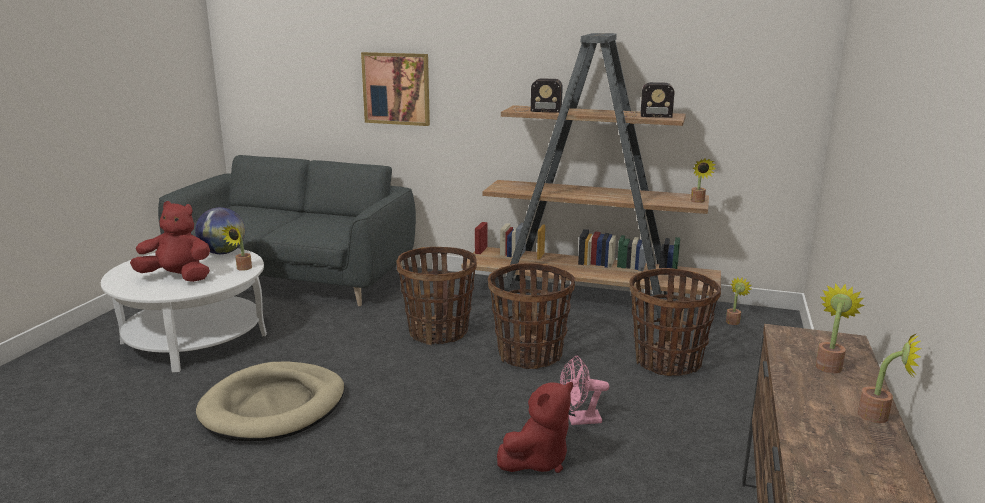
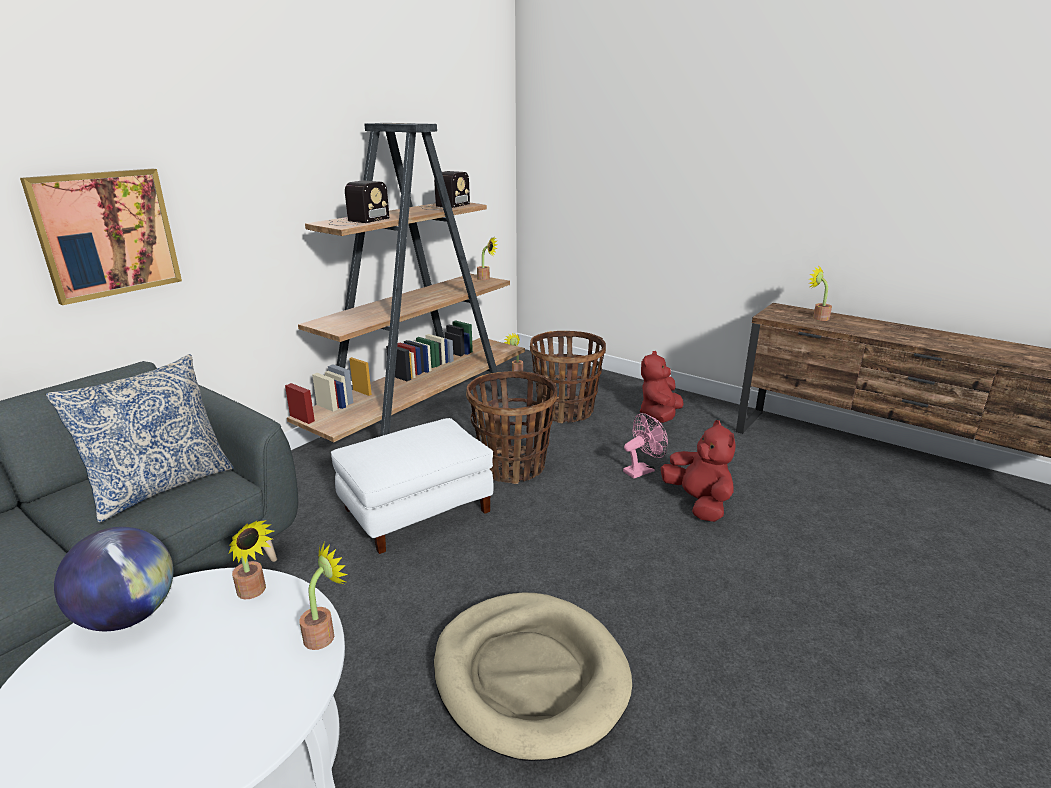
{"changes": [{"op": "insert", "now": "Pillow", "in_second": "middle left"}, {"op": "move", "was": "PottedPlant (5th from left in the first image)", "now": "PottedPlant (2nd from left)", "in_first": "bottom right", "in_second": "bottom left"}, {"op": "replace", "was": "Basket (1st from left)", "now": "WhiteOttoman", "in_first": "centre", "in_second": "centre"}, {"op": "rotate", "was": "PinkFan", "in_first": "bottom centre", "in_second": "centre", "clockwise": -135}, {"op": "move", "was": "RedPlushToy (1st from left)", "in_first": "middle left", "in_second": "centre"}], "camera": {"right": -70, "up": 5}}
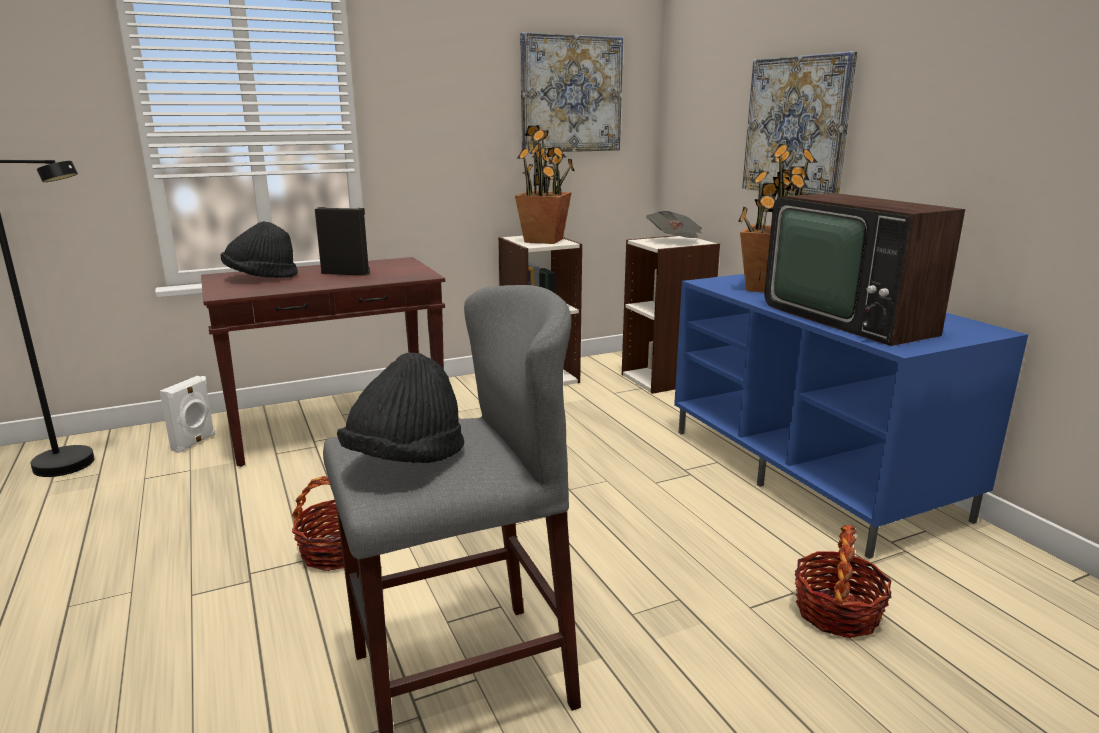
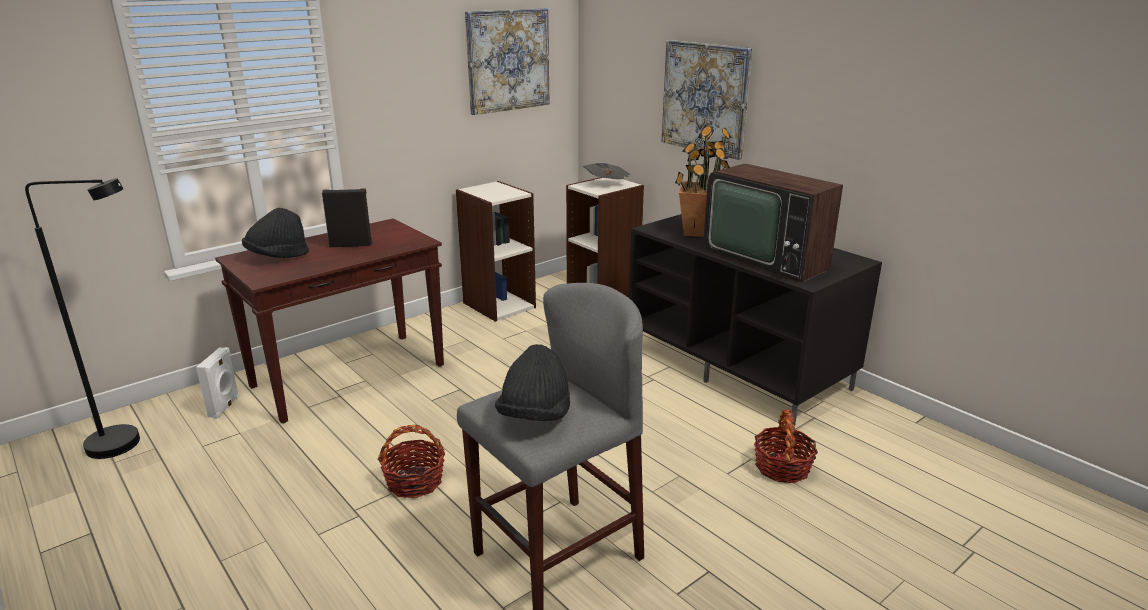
{"changes": [{"op": "recolor", "was": "BlueTvStand", "now": "BlackTvStand", "in_first": "middle right", "in_second": "centre"}, {"op": "delete", "was": "PottedPlant (1st from left)", "in_first": "top centre"}], "camera": {"right": -15, "up": 5}}
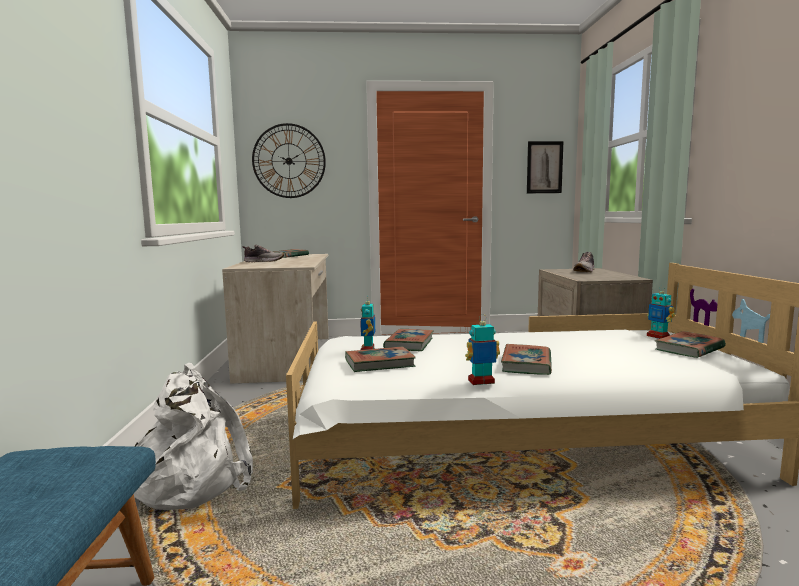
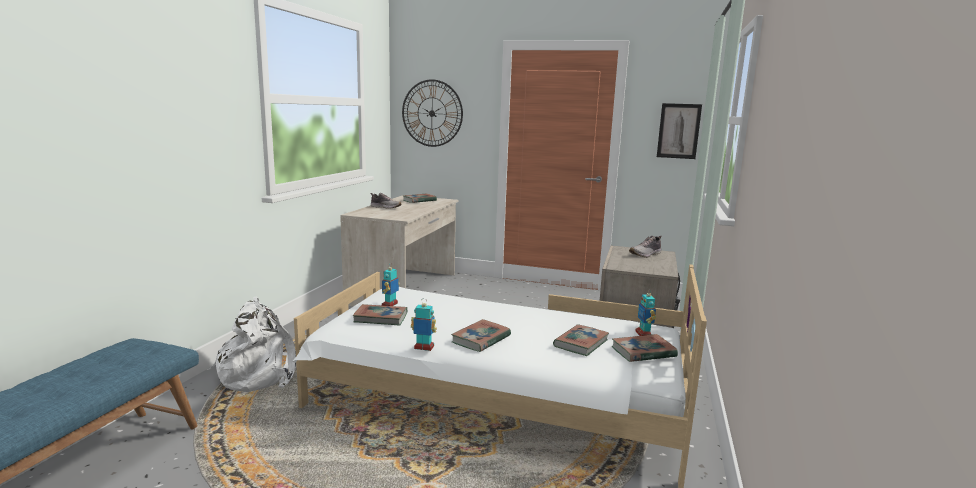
{"changes": [{"op": "move", "was": "Book (3rd from left in the first image)", "now": "Book (4th from left)", "in_first": "centre", "in_second": "bottom centre"}], "camera": {"right": 20, "up": 5}}
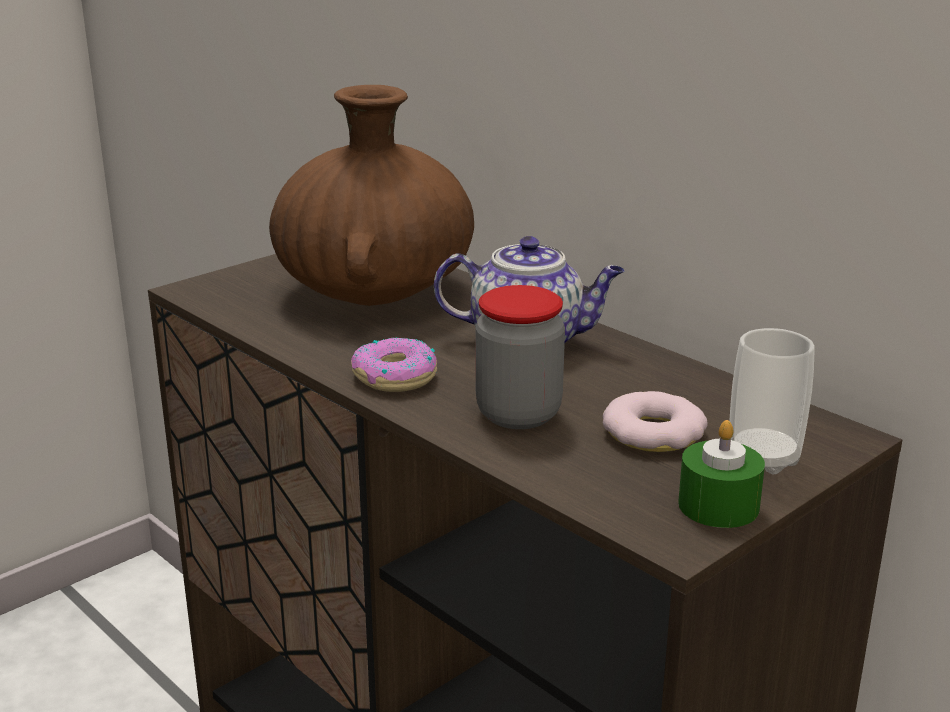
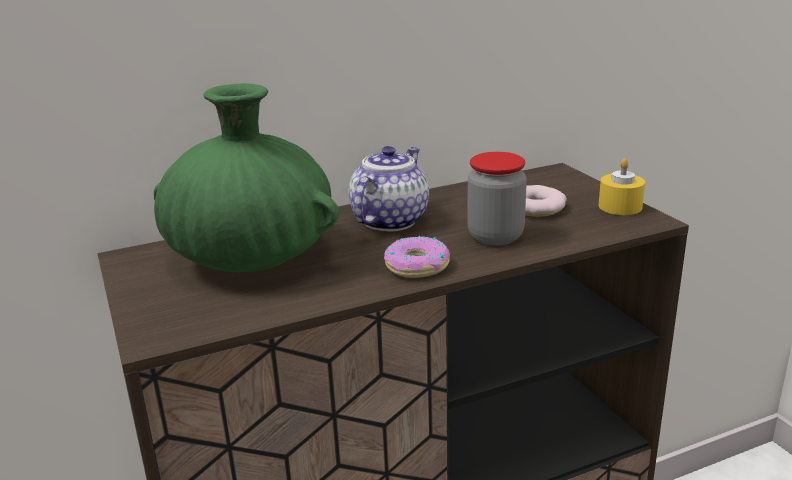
{"changes": [{"op": "recolor", "was": "BrownVase", "now": "GreenVase", "in_first": "top centre", "in_second": "middle left"}, {"op": "recolor", "was": "GreenCandle", "now": "YellowCandle", "in_first": "middle right", "in_second": "middle right"}, {"op": "delete", "was": "Cup", "in_first": "middle right"}], "camera": {"right": -70, "up": 0}}
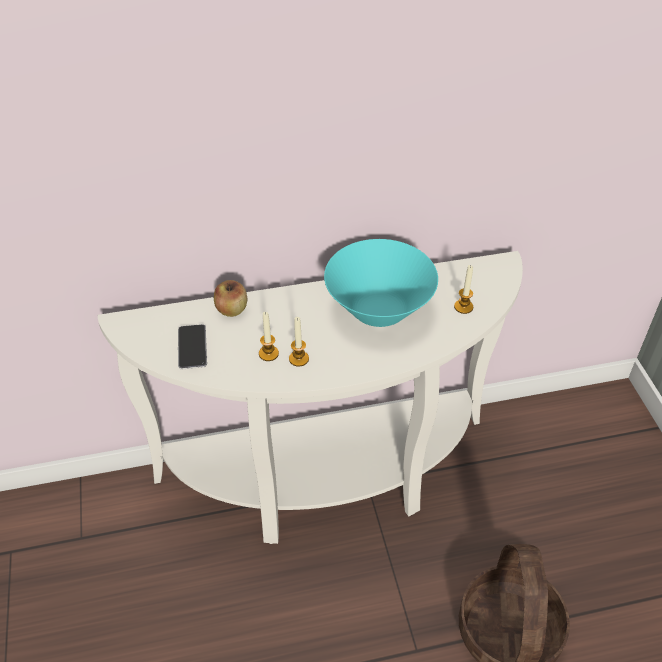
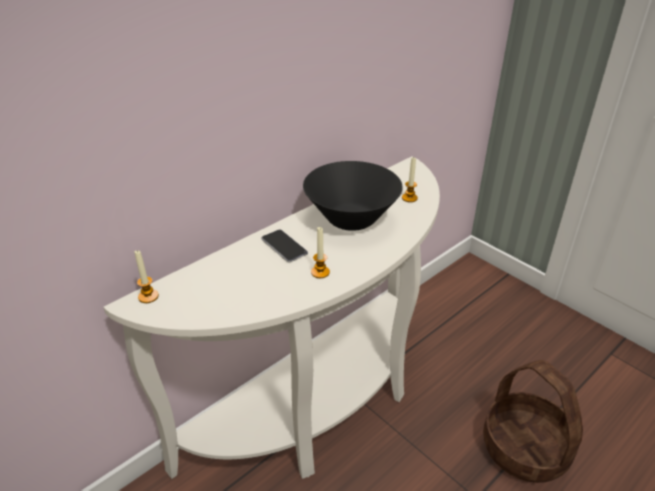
{"changes": [{"op": "move", "was": "Candle (1st from left)", "in_first": "centre", "in_second": "middle left"}, {"op": "move", "was": "Phone", "in_first": "middle left", "in_second": "centre"}, {"op": "recolor", "was": "TurquoiseBowl", "now": "BlackBowl", "in_first": "centre", "in_second": "centre"}, {"op": "delete", "was": "Apple", "in_first": "centre"}], "camera": {"right": -30, "up": -10}}
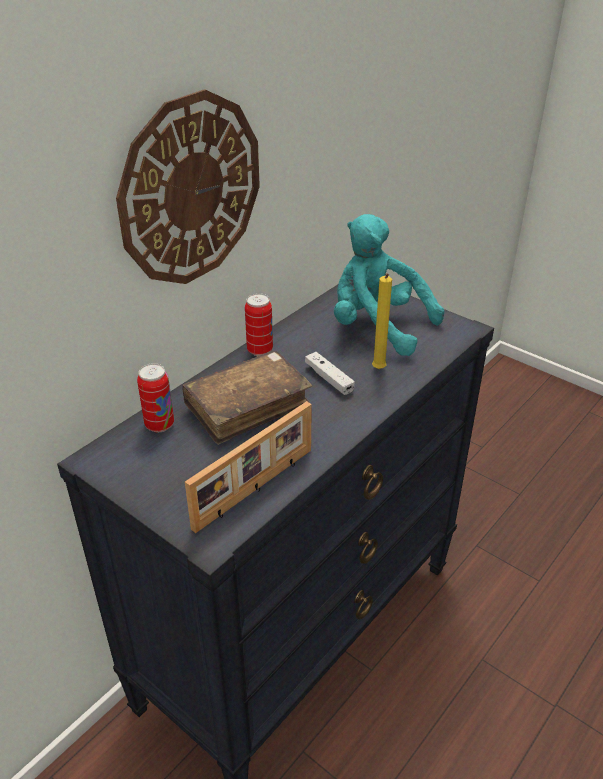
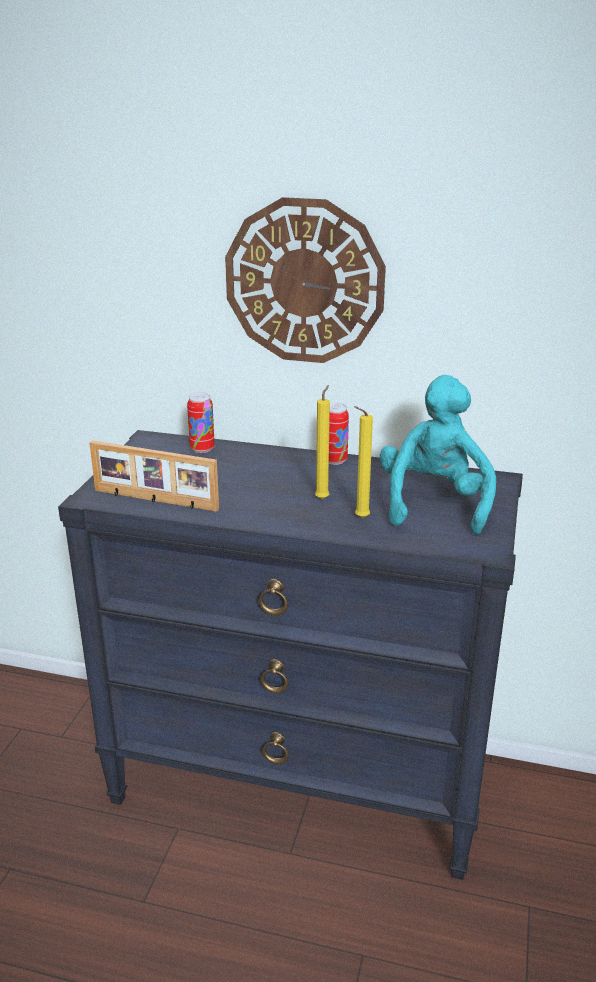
{"changes": [{"op": "replace", "was": "WhiteGameController", "now": "YellowCandle (1st from left)", "in_first": "centre", "in_second": "centre"}, {"op": "delete", "was": "BrownBook", "in_first": "centre"}], "camera": {"right": 65, "up": -10}}
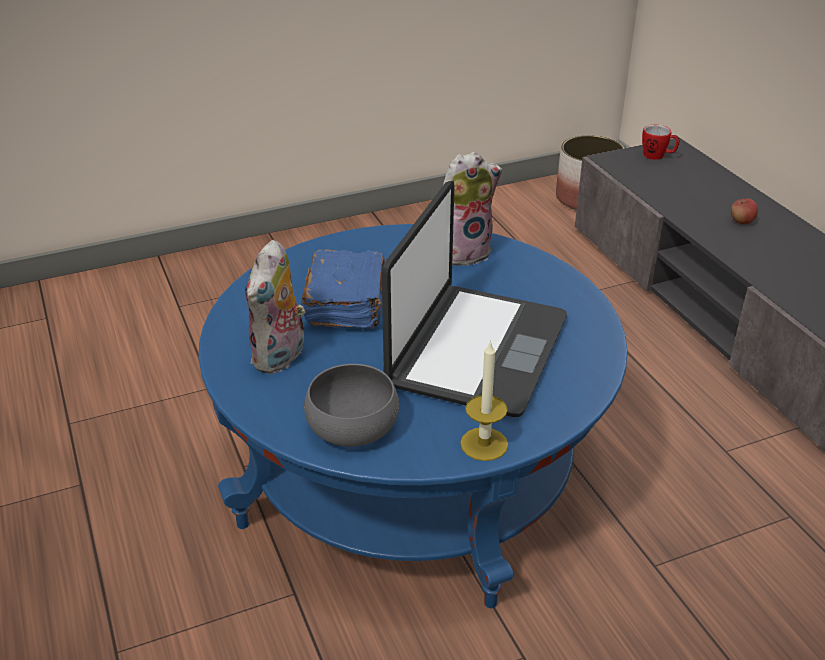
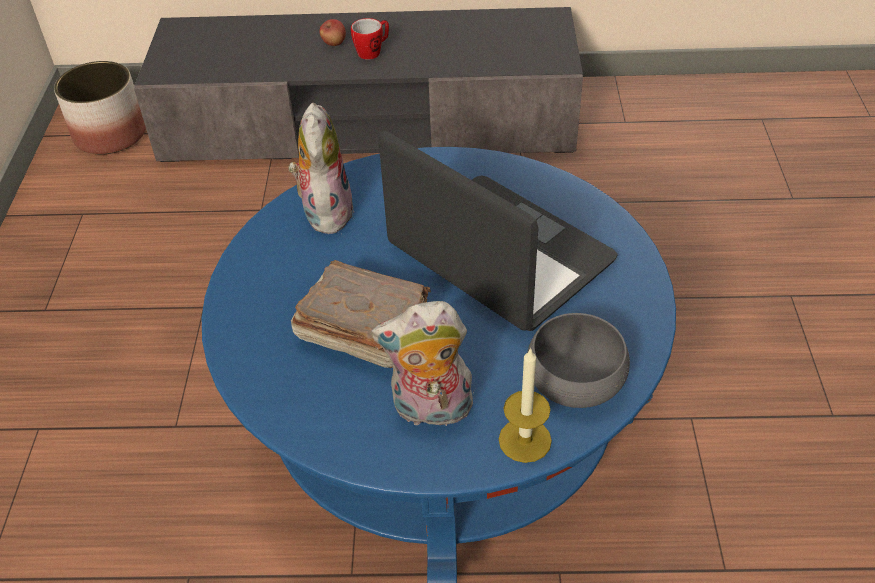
{"changes": [{"op": "recolor", "was": "BlueBook", "now": "BrownBook", "in_first": "centre", "in_second": "centre"}, {"op": "move", "was": "Mug", "in_first": "top right", "in_second": "top centre"}, {"op": "rotate", "was": "PlushToy (1st from left in the first image)", "in_first": "centre", "in_second": "centre", "clockwise": 135}, {"op": "move", "was": "Candle", "in_first": "centre", "in_second": "bottom centre"}], "camera": {"right": -65, "up": 10}}
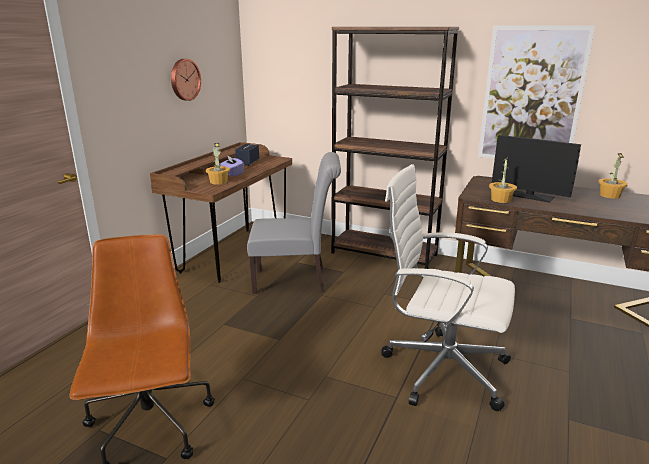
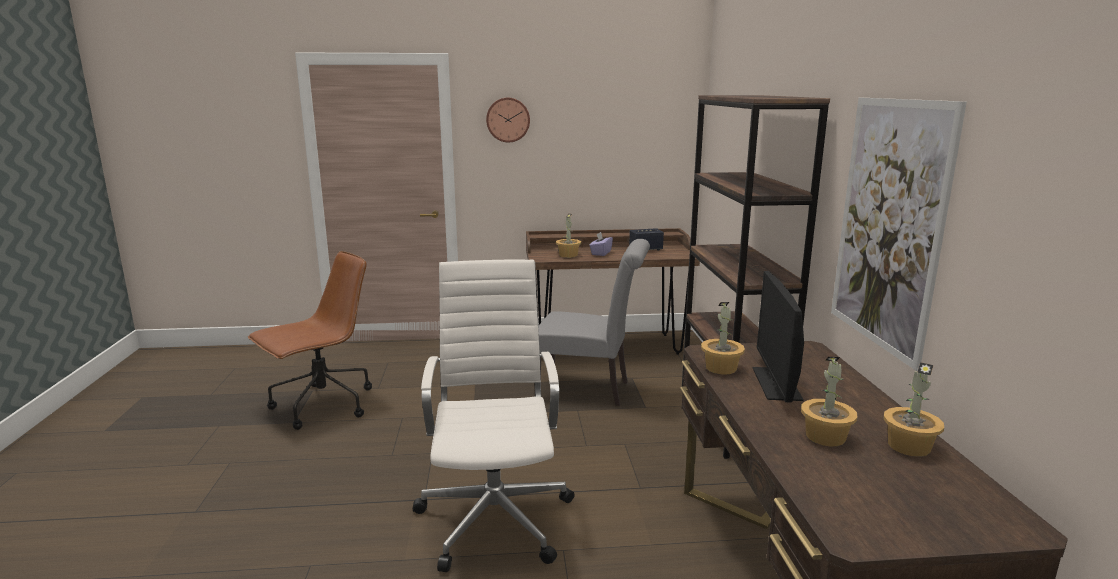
{"changes": [{"op": "move", "was": "WallClock", "in_first": "top left", "in_second": "top centre"}, {"op": "rotate", "was": "GreyChair", "in_first": "centre", "in_second": "centre", "clockwise": -45}, {"op": "insert", "now": "PottedPlant (3rd from left)", "in_second": "bottom right"}], "camera": {"right": 60, "up": -5}}
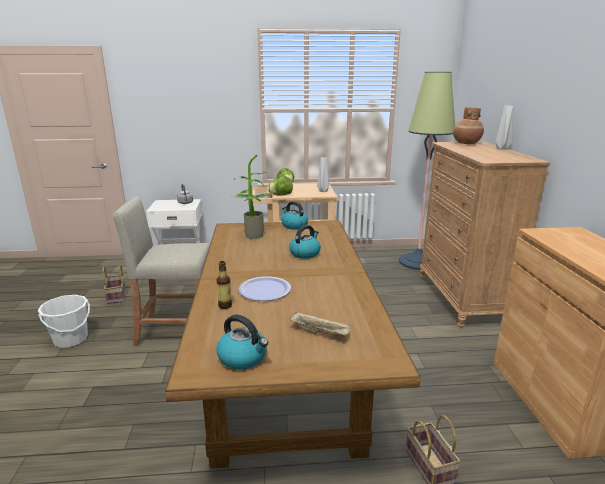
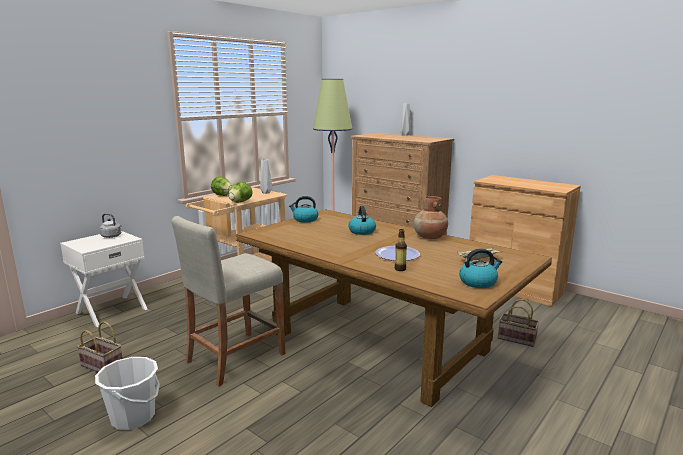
{"changes": [{"op": "move", "was": "BrownVase", "in_first": "top right", "in_second": "centre"}, {"op": "delete", "was": "PottedPlant", "in_first": "centre"}], "camera": {"right": -45, "up": -5}}
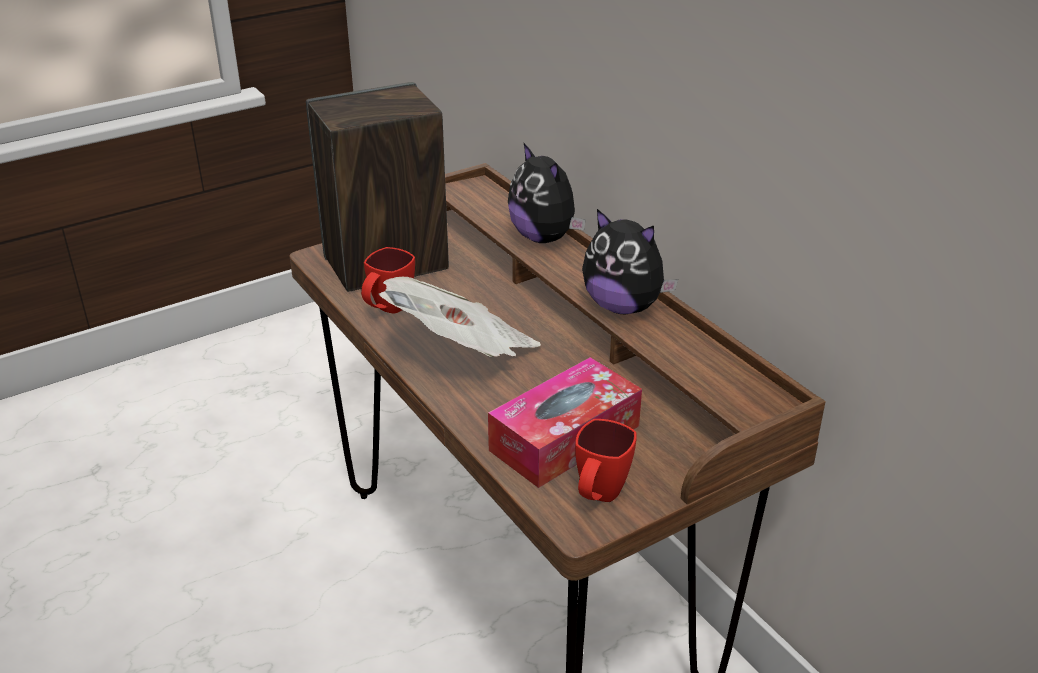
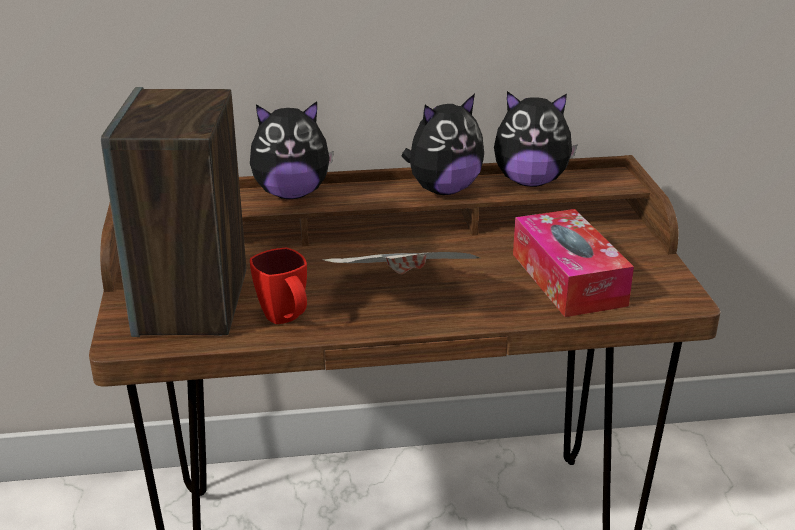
{"changes": [{"op": "insert", "now": "PlushToy (3rd from left)", "in_second": "top right"}, {"op": "delete", "was": "RedMug (2nd from left)", "in_first": "bottom centre"}], "camera": {"right": -65, "up": -5}}
